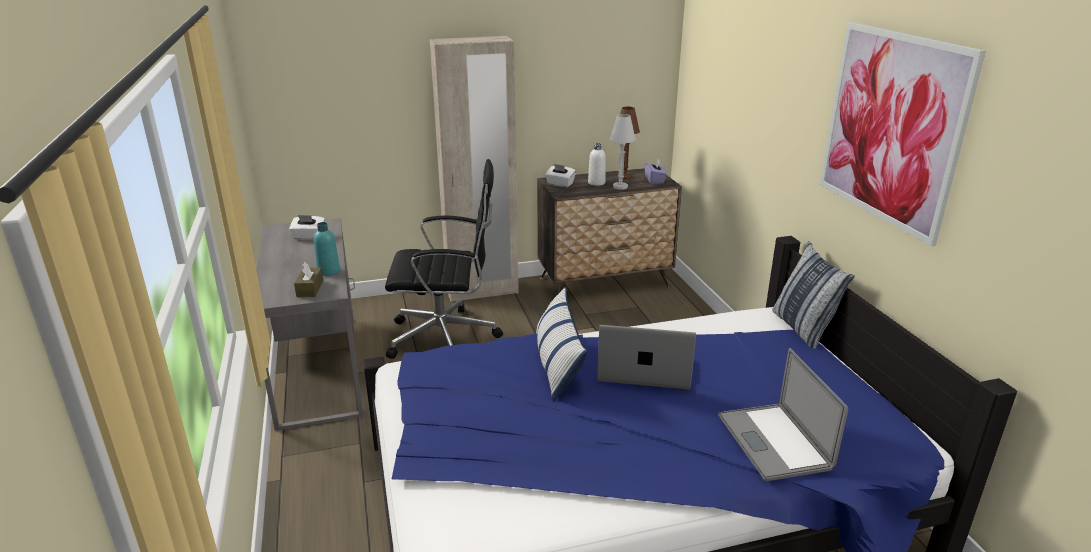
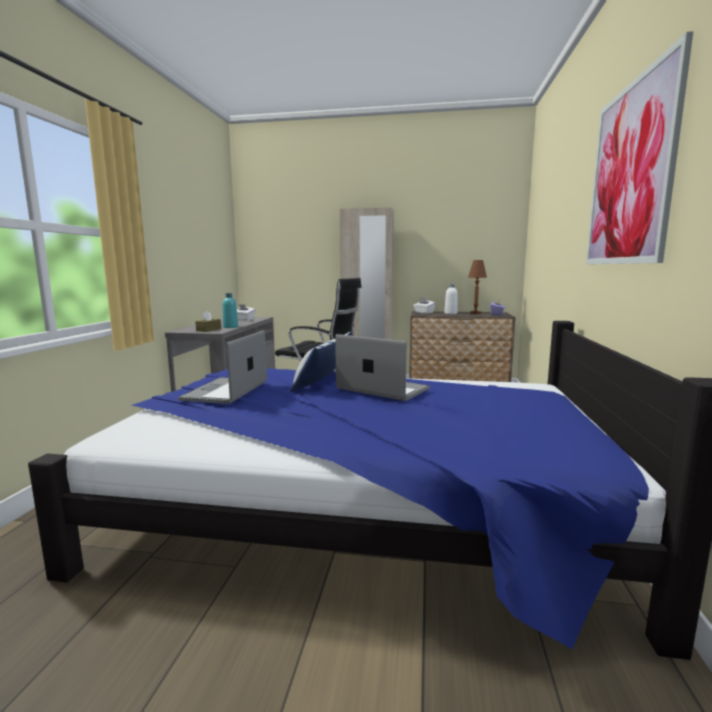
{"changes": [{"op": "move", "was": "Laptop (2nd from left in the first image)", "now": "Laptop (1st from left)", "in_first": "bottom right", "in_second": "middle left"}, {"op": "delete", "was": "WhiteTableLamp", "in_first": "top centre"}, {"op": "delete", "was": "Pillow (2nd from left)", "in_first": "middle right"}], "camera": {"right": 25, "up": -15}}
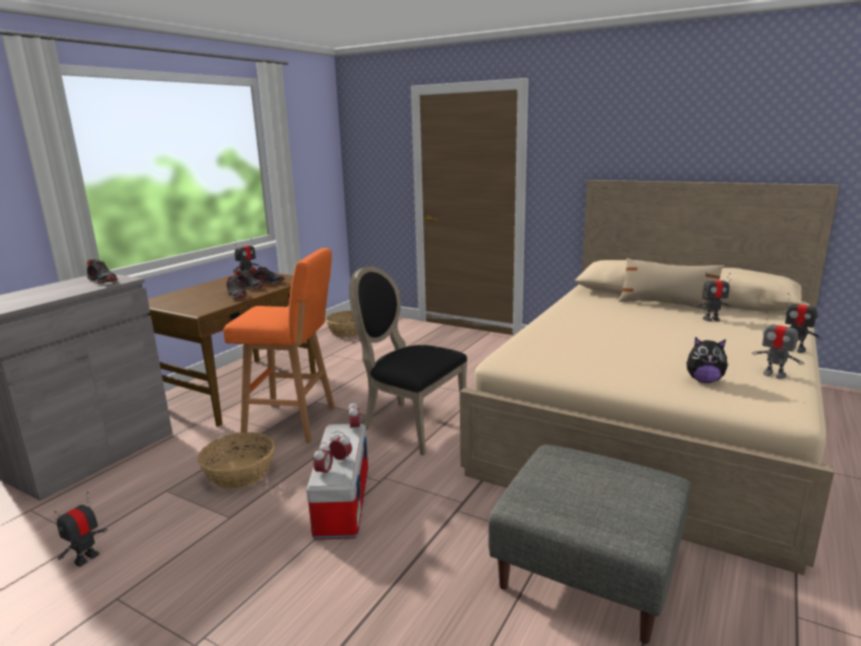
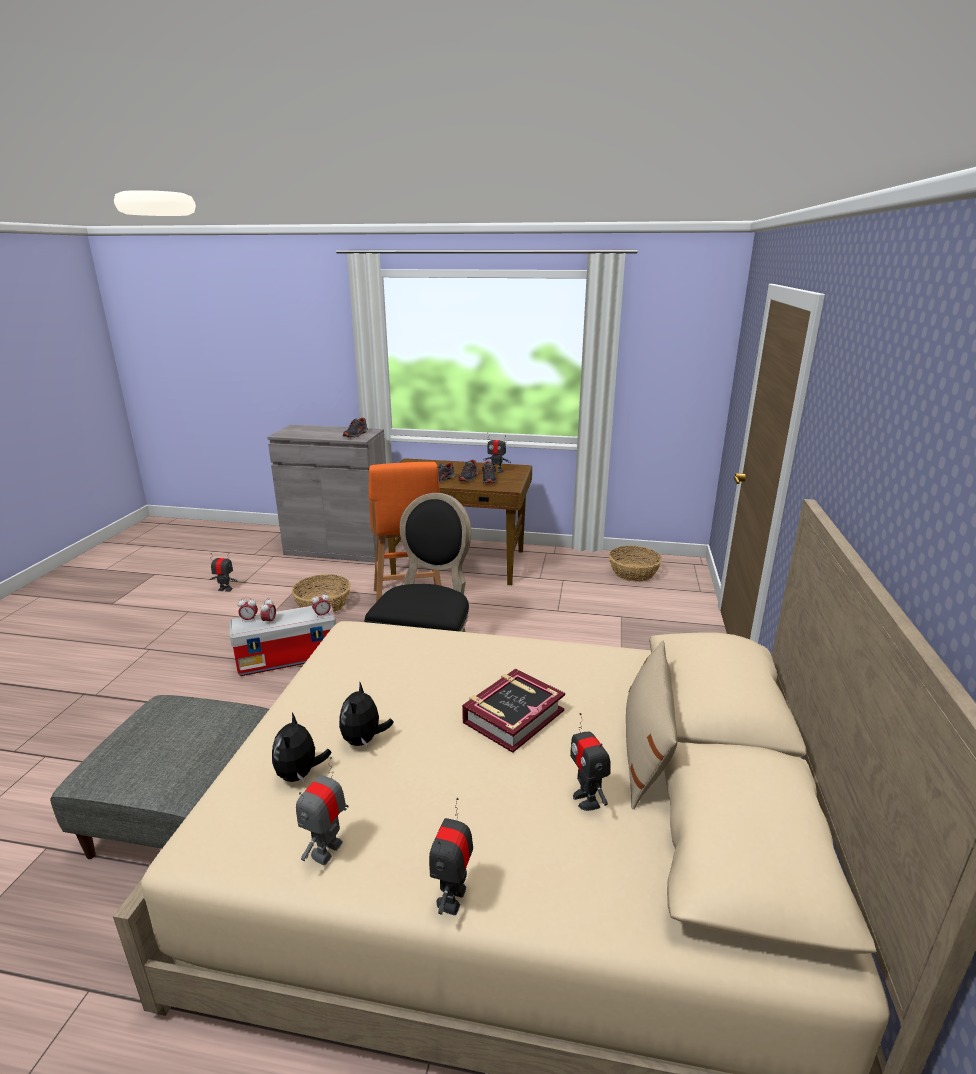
{"changes": [{"op": "insert", "now": "PlushToy (2nd from left)", "in_second": "centre"}, {"op": "insert", "now": "Book", "in_second": "centre"}], "camera": {"right": 70, "up": 5}}
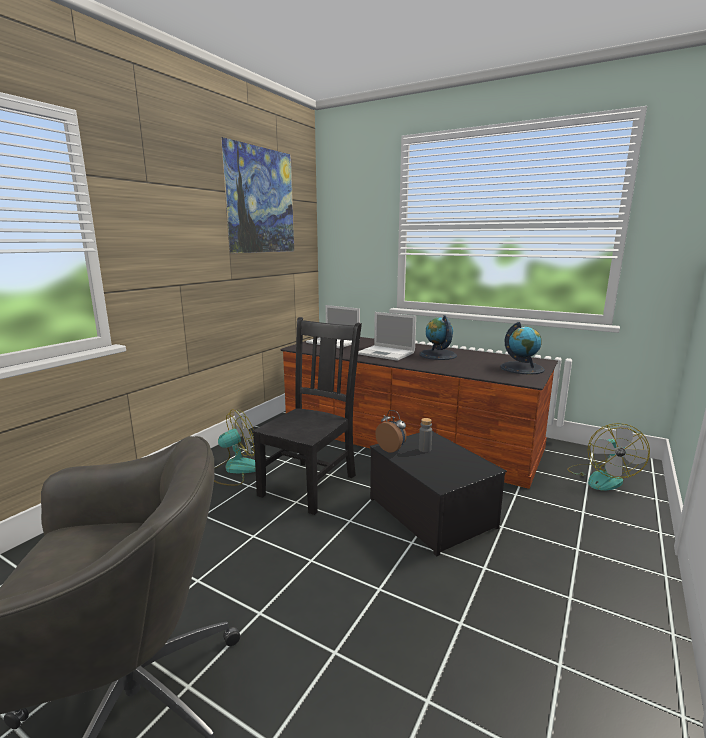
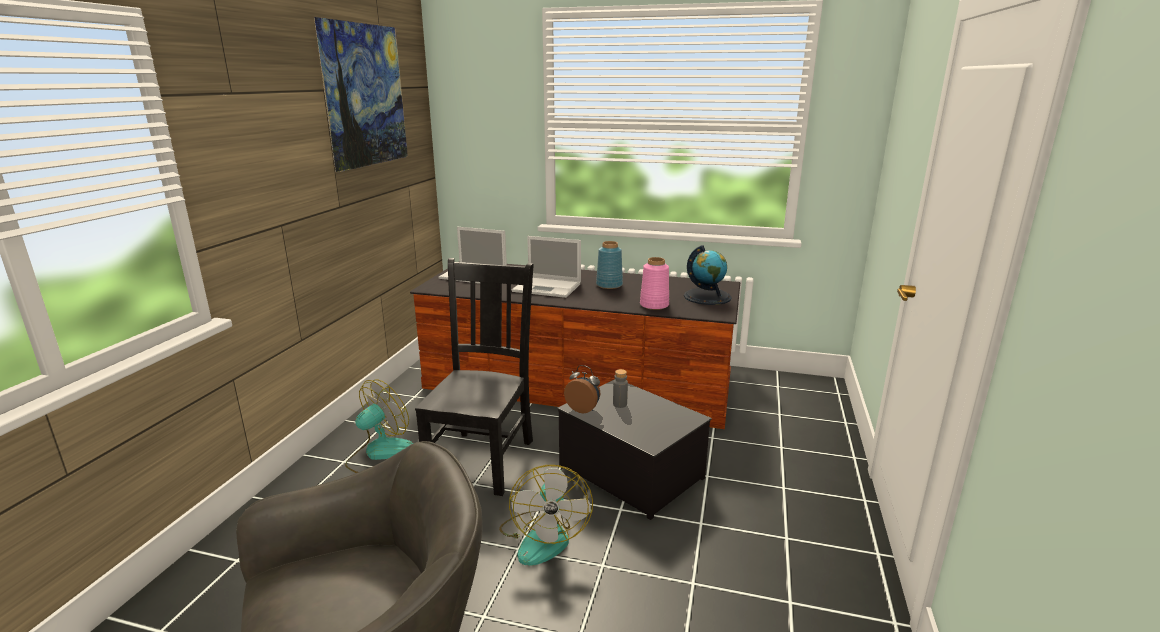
{"changes": [{"op": "move", "was": "Fan (2nd from left)", "in_first": "middle right", "in_second": "bottom centre"}, {"op": "replace", "was": "Globe (1st from left)", "now": "BlueVase", "in_first": "centre", "in_second": "centre"}, {"op": "insert", "now": "PinkVase", "in_second": "centre"}], "camera": {"right": -15, "up": 5}}
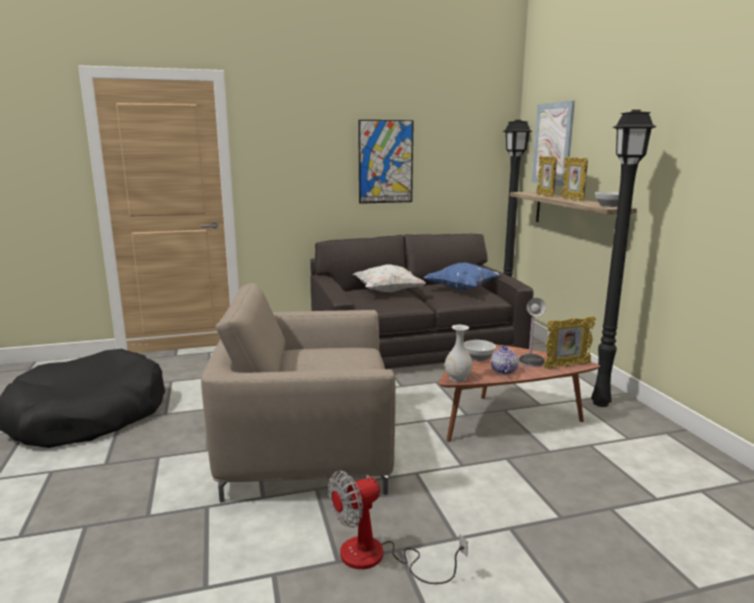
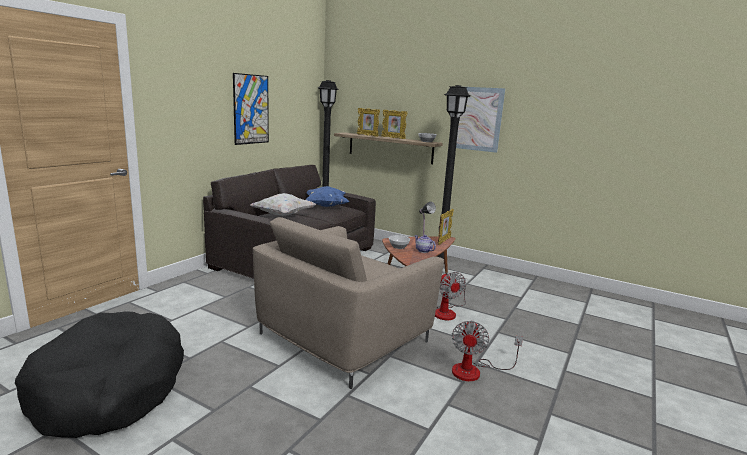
{"changes": [{"op": "insert", "now": "Fan (1st from left)", "in_second": "centre"}, {"op": "move", "was": "Picture (2nd from left)", "in_first": "top right", "in_second": "top centre"}, {"op": "delete", "was": "WhiteVase", "in_first": "centre"}], "camera": {"right": -45, "up": 0}}
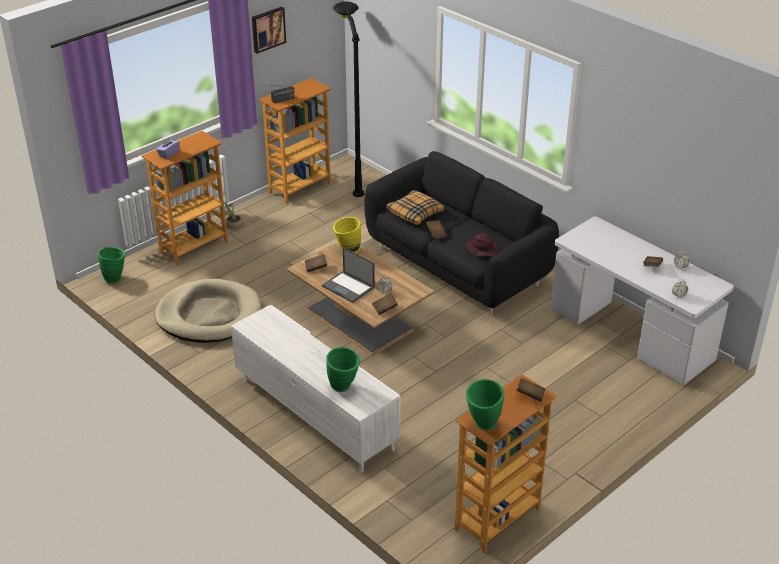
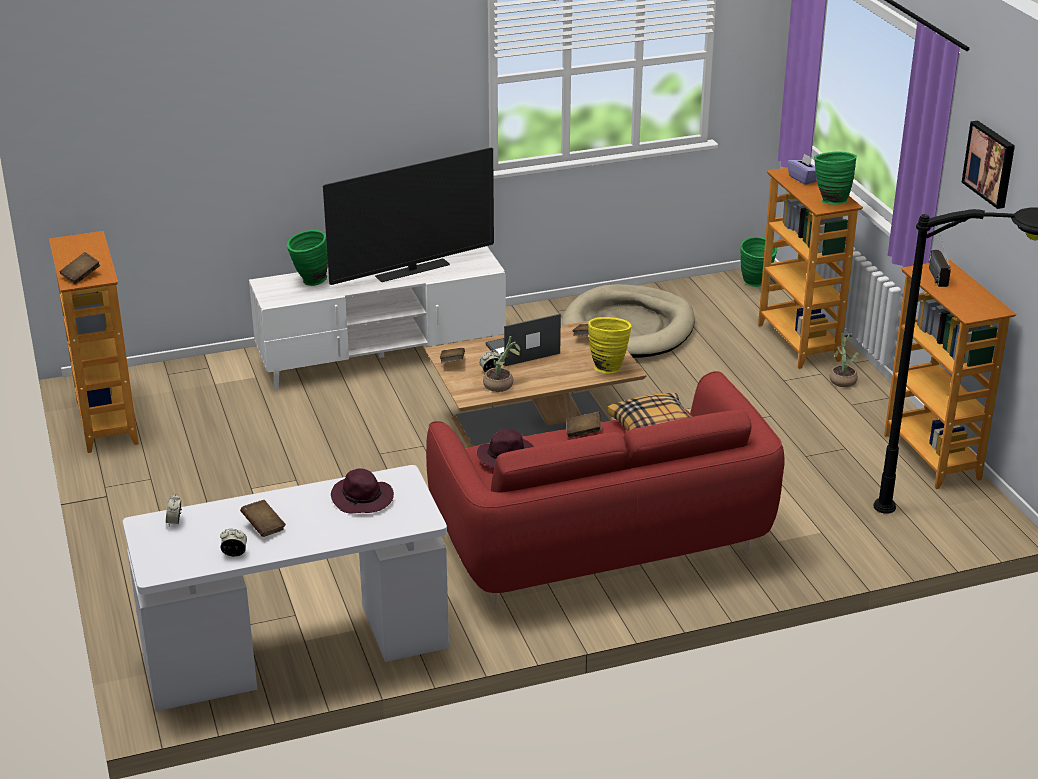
{"changes": [{"op": "insert", "now": "Television", "in_second": "top centre"}, {"op": "insert", "now": "PurpleHat (1st from left)", "in_second": "centre"}, {"op": "recolor", "was": "BlackSofa", "now": "RedSofa", "in_first": "centre", "in_second": "centre"}, {"op": "insert", "now": "PottedPlant (1st from left)", "in_second": "centre"}, {"op": "move", "was": "GreenVase (3rd from left)", "in_first": "bottom centre", "in_second": "top right"}], "camera": {"right": 115, "up": -5}}
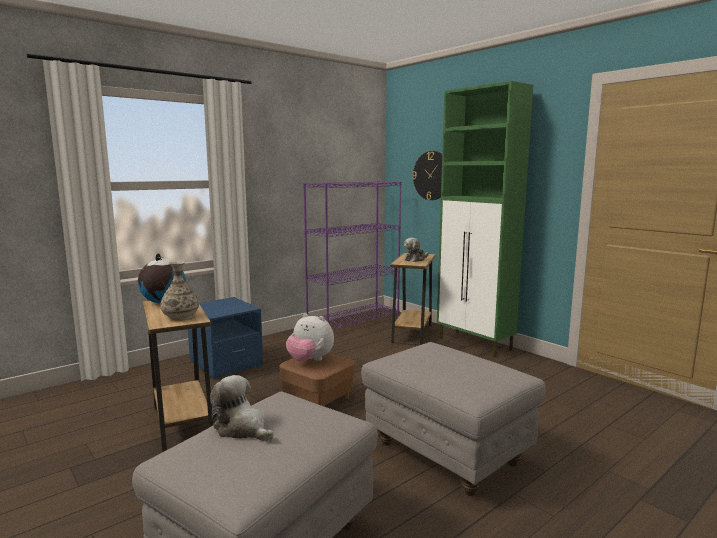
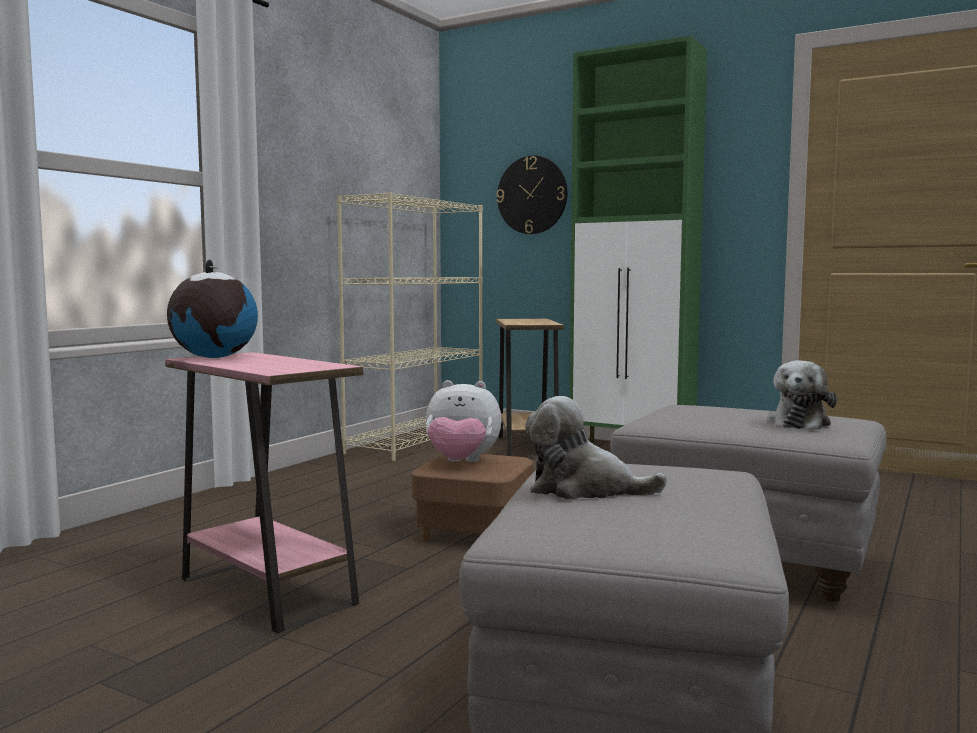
{"changes": [{"op": "recolor", "was": "BrownSideTable (1st from left)", "now": "PinkSideTable", "in_first": "bottom left", "in_second": "bottom left"}, {"op": "recolor", "was": "PurpleBookcase", "now": "BeigeBookcase", "in_first": "centre", "in_second": "centre"}, {"op": "move", "was": "PlushToy (3rd from left)", "in_first": "centre", "in_second": "middle right"}, {"op": "delete", "was": "Vase", "in_first": "middle left"}, {"op": "delete", "was": "BlueNightstand", "in_first": "middle left"}], "camera": {"right": -20, "up": -5}}
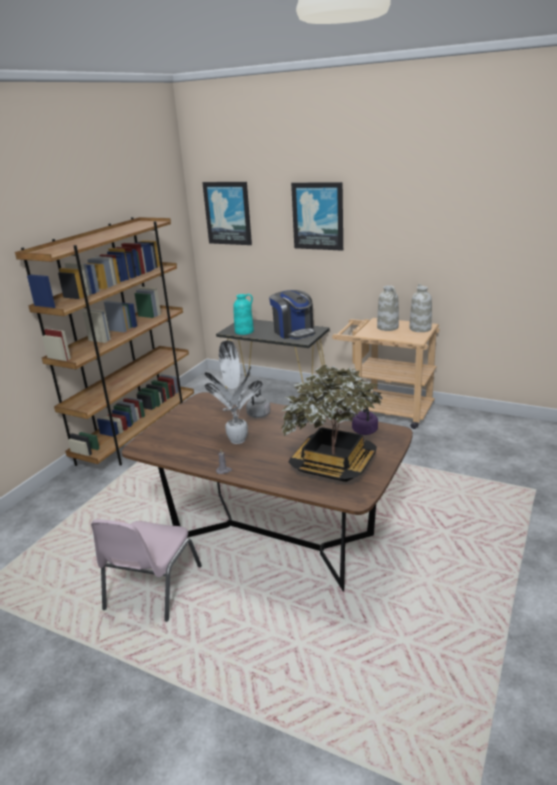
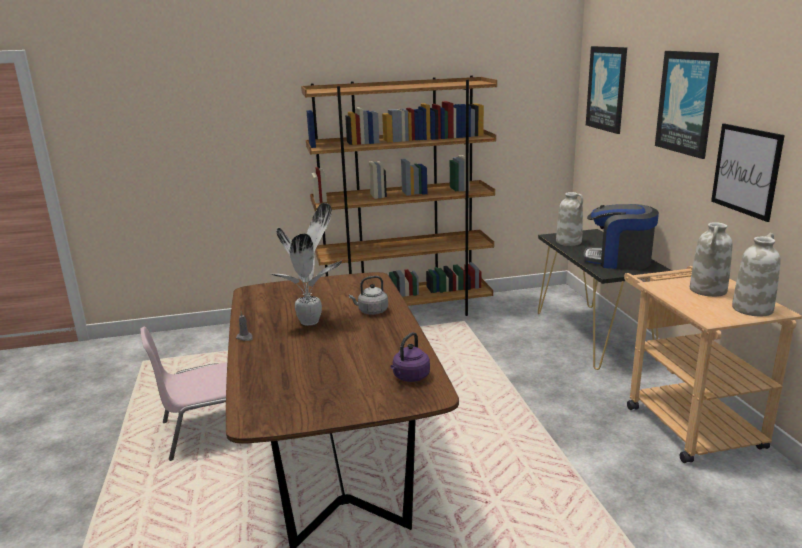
{"changes": [{"op": "recolor", "was": "TurquoiseVase", "now": "WhiteVase (1st from left)", "in_first": "centre", "in_second": "middle right"}, {"op": "rotate", "was": "CoffeeMachine", "in_first": "centre", "in_second": "middle right", "clockwise": 90}, {"op": "insert", "now": "Picture (3rd from left)", "in_second": "top right"}, {"op": "delete", "was": "PottedPlant (2nd from left)", "in_first": "centre"}], "camera": {"right": 50, "up": -5}}
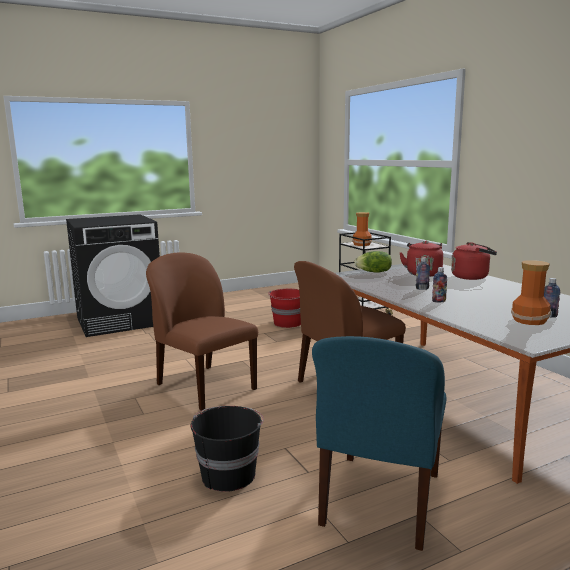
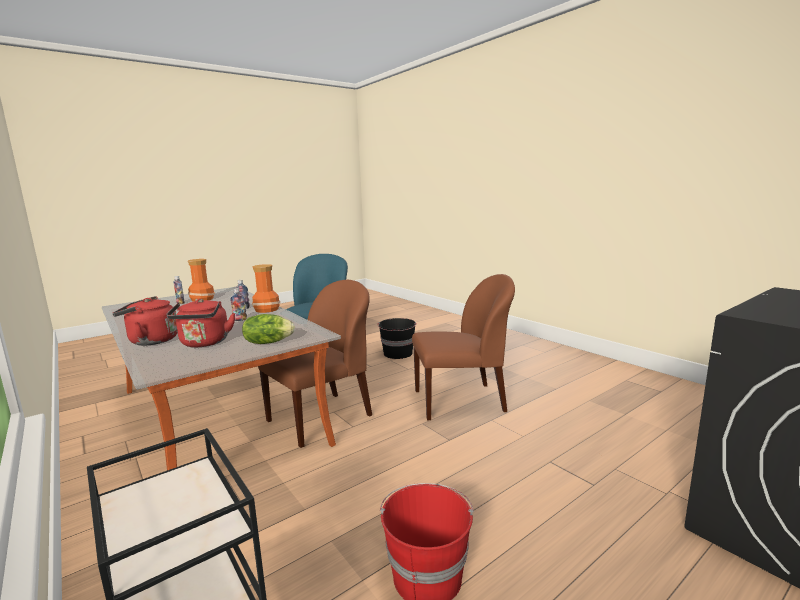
{"changes": [{"op": "move", "was": "Vase (1st from left in the first image)", "now": "Vase (2nd from left)", "in_first": "centre", "in_second": "middle left"}, {"op": "rotate", "was": "BrownChair (1st from left in the first image)", "in_first": "centre", "in_second": "centre", "clockwise": -45}], "camera": {"right": 170, "up": 0}}
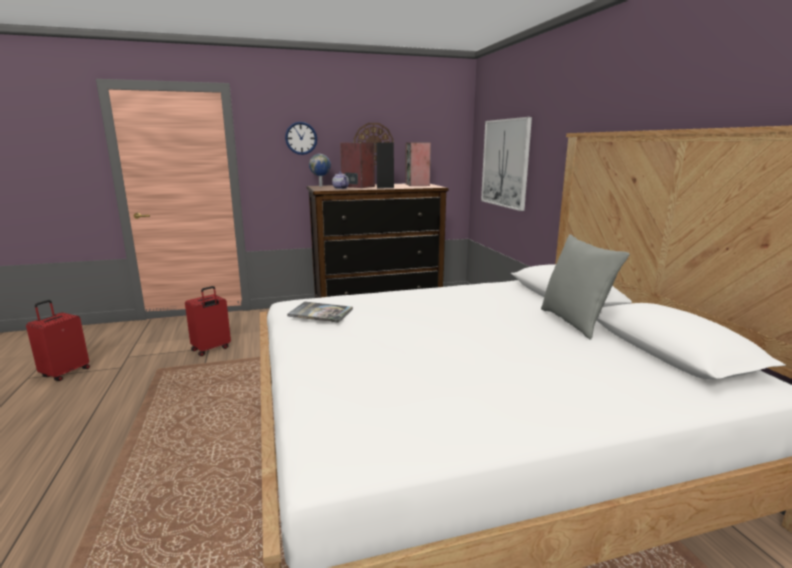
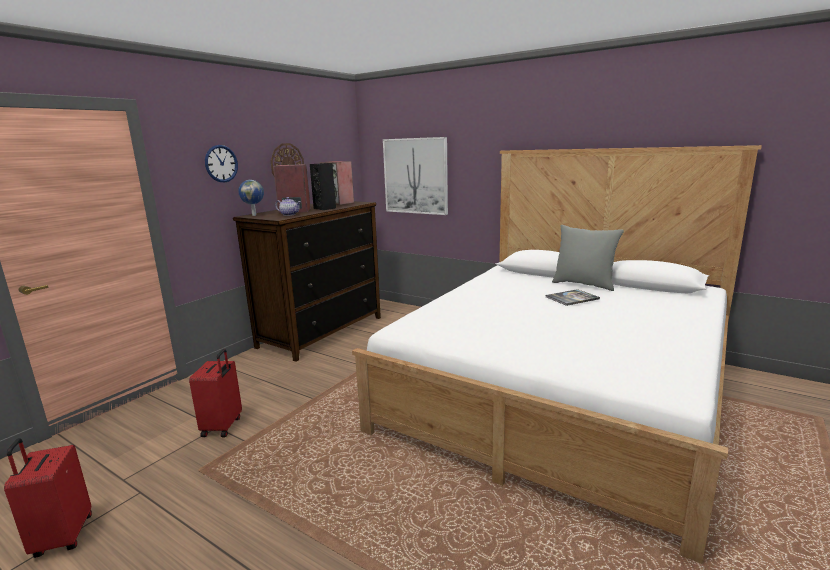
{"changes": [{"op": "move", "was": "Book", "in_first": "centre", "in_second": "middle right"}], "camera": {"right": -40, "up": 0}}
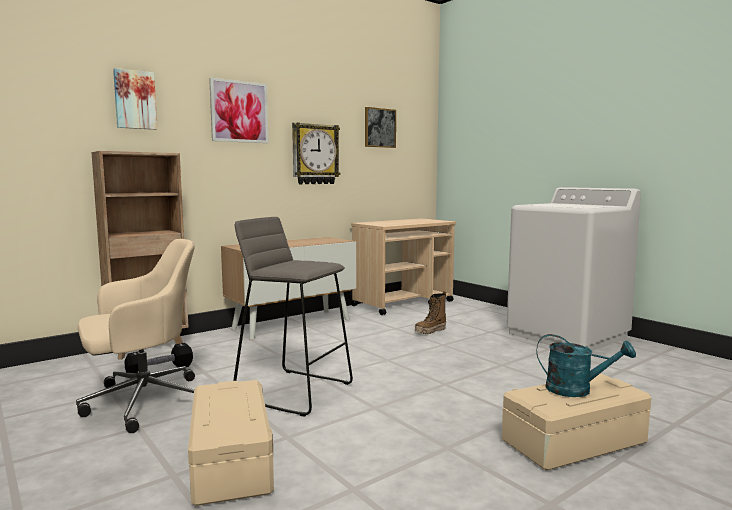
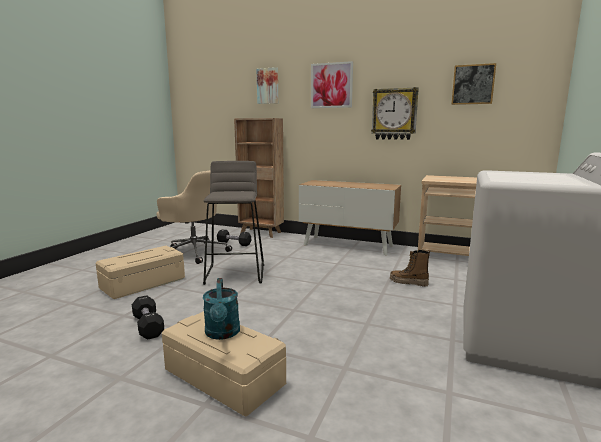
{"changes": [{"op": "insert", "now": "BlackDumbbell (1st from left)", "in_second": "bottom left"}], "camera": {"right": 60, "up": 5}}
